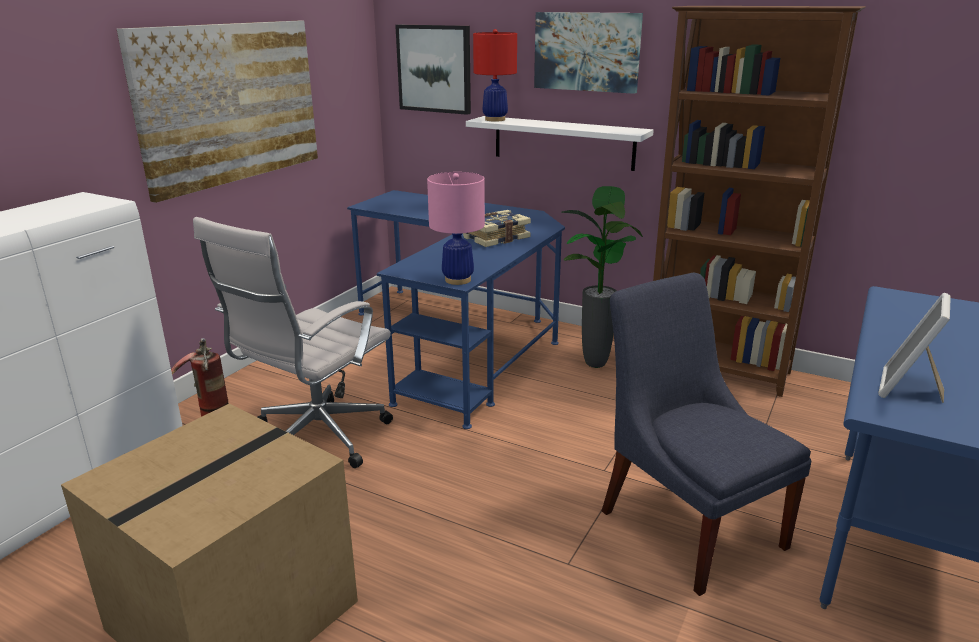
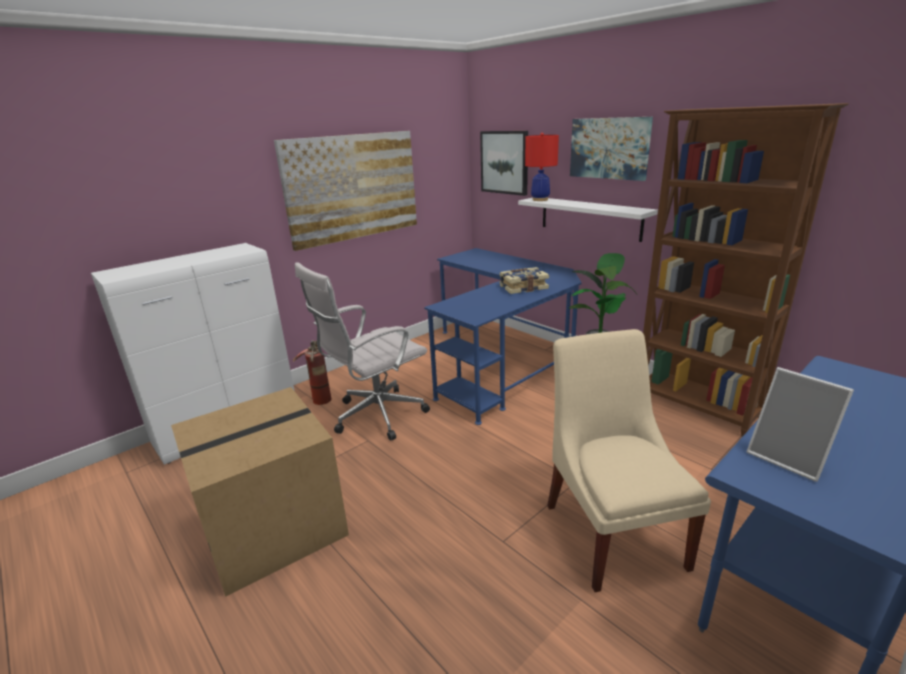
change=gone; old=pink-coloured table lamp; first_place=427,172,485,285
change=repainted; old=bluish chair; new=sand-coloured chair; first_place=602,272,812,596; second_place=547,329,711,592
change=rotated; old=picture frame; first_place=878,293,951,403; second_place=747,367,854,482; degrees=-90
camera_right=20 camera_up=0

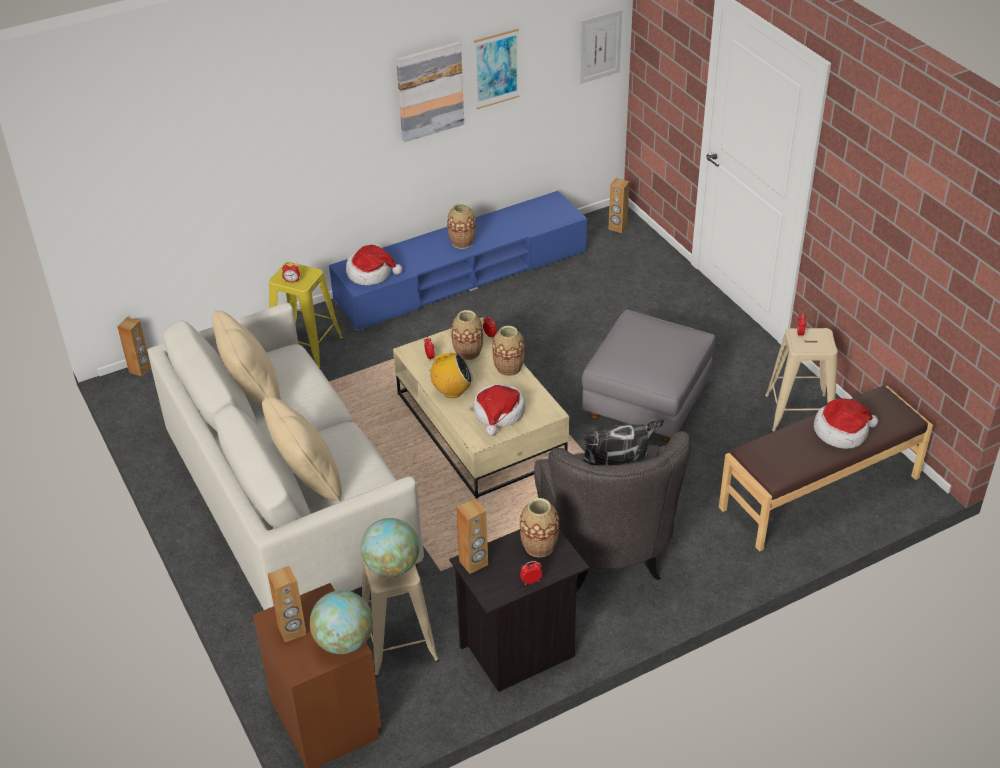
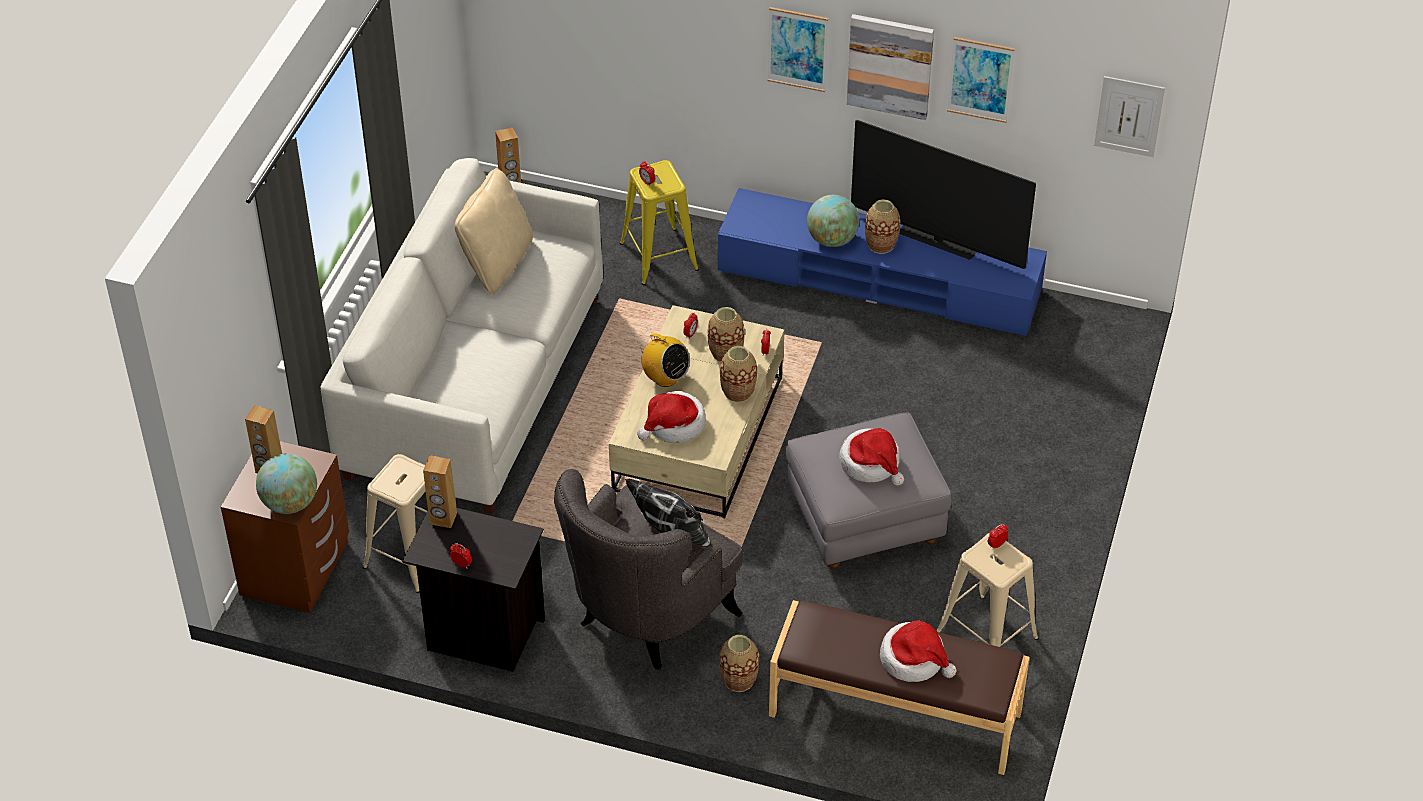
change=gone; old=sand-coloured throw pillow; first_place=262,396,342,501
change=gone; old=brown speaker; first_place=608,178,629,233
change=new; new=picture; second_place=768,7,828,92
change=new; new=TV set; second_place=851,120,1036,269
change=shifted; old=wearable hat; first_place=346,245,402,285; second_place=839,428,904,486
change=shifted; old=desk globe; first_place=361,518,420,577; second_place=807,195,859,247
change=shifted; old=vase; first_place=520,498,559,557; second_place=719,635,759,692
camera_right=45 camera_up=5

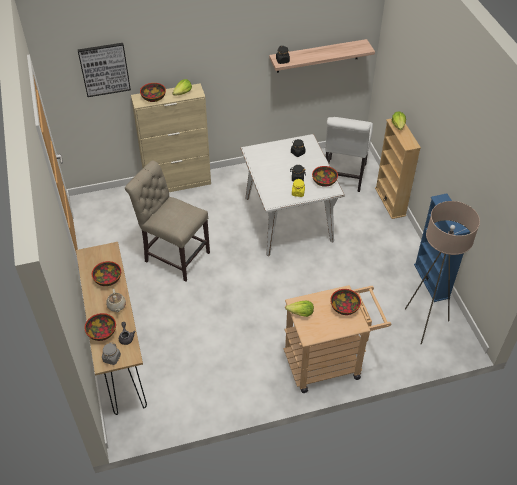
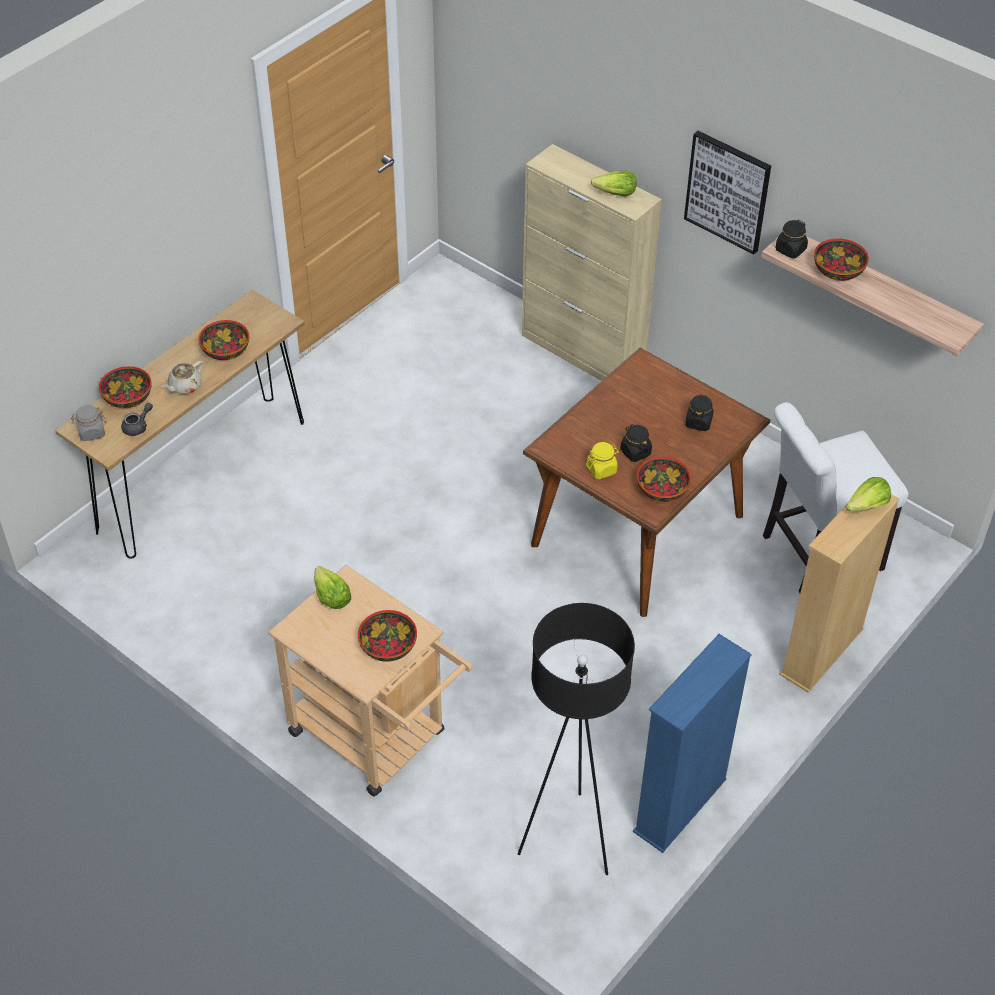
change=gone; old=sand-coloured chair; first_place=125,160,210,282
change=shifted; old=picture; first_place=78,43,131,97; second_place=684,131,771,254
change=shifted; old=serving bowl; first_place=140,83,166,102; second_place=814,239,869,281
change=repainted; old=whitish dining table; new=brown dining table; first_place=240,134,344,256; second_place=523,348,770,617
change=repainted; old=sand-coloured floor lamp; new=black floor lamp; first_place=405,201,480,345; second_place=518,603,635,875
camera_right=55 camera_up=0

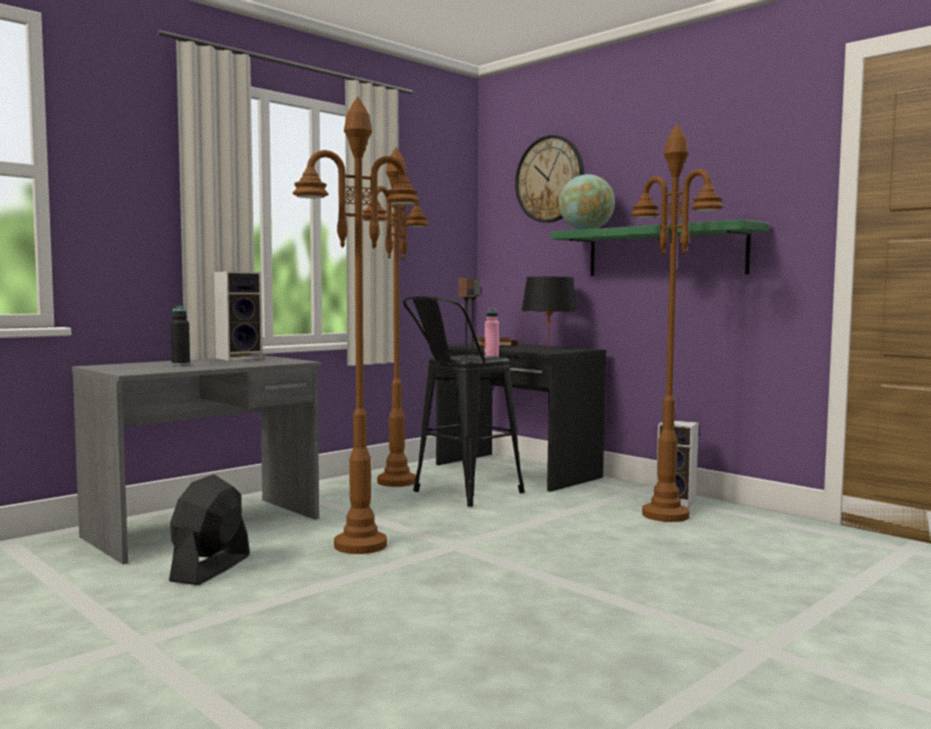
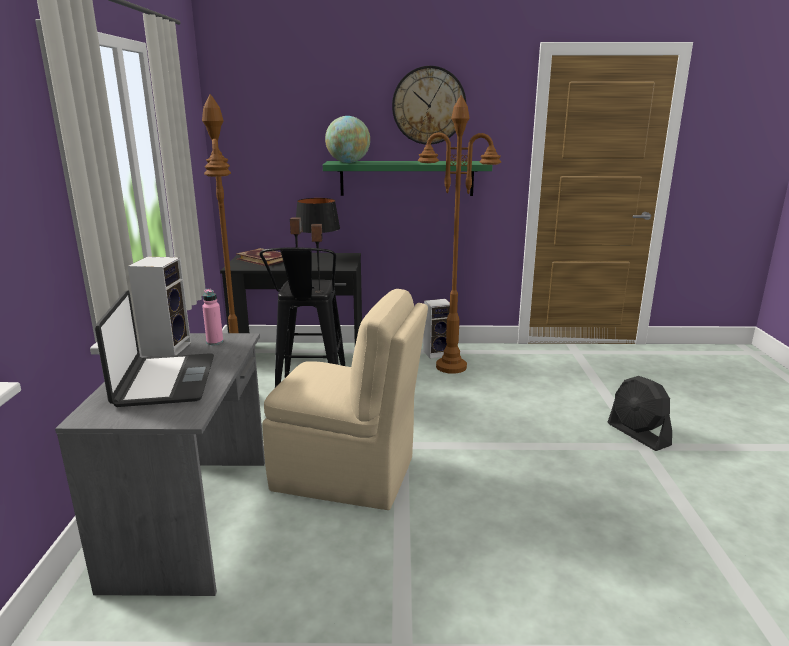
change=shifted; old=black cooling fan; first_place=169,474,250,585; second_place=608,376,672,451
change=shifted; old=pink-coloured beverage bottle; first_place=484,308,499,358; second_place=202,289,223,345
change=shifted; old=wall clock; first_place=515,135,584,223; second_place=392,66,466,144
change=swapped; old=black beverage bottle; new=notebook computer; first_place=171,306,190,366; second_place=95,290,214,407
change=swapped; old=brown floor lamp; new=sand-coloured chair; first_place=293,96,419,554; second_place=262,289,428,510
camera_right=-45 camera_up=15

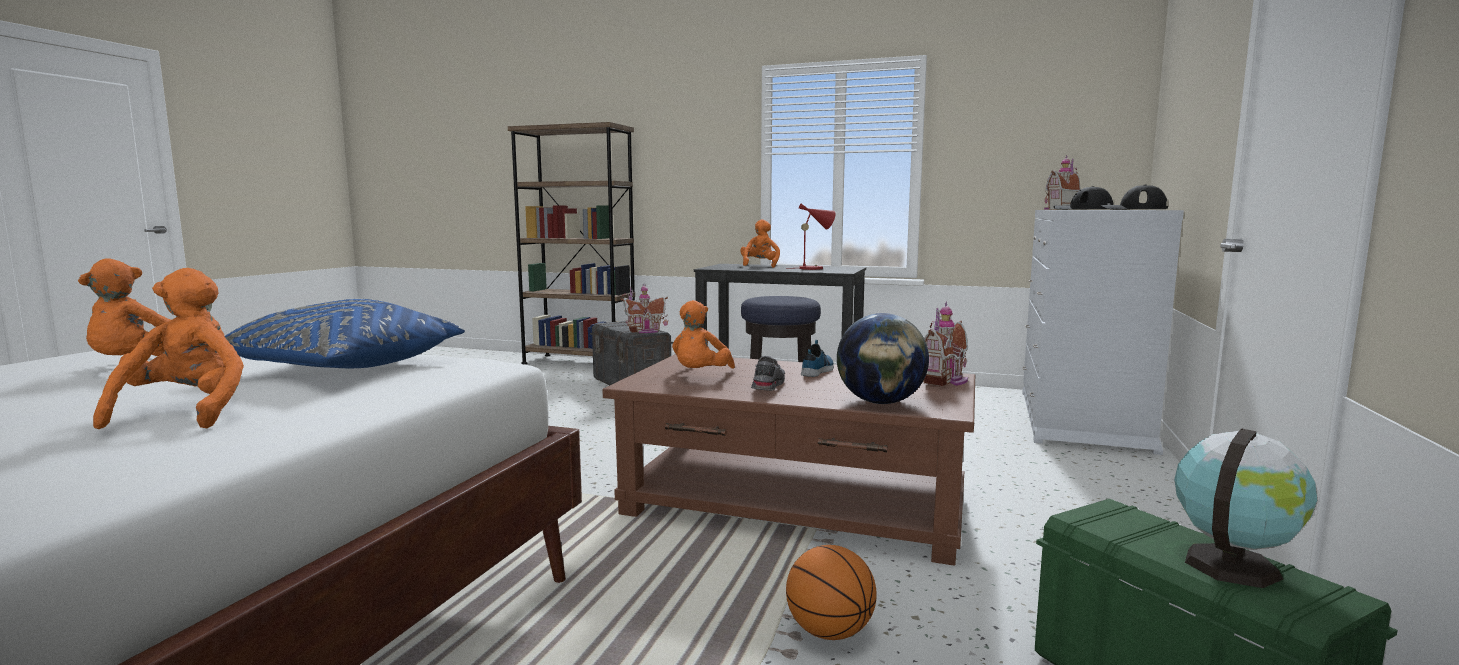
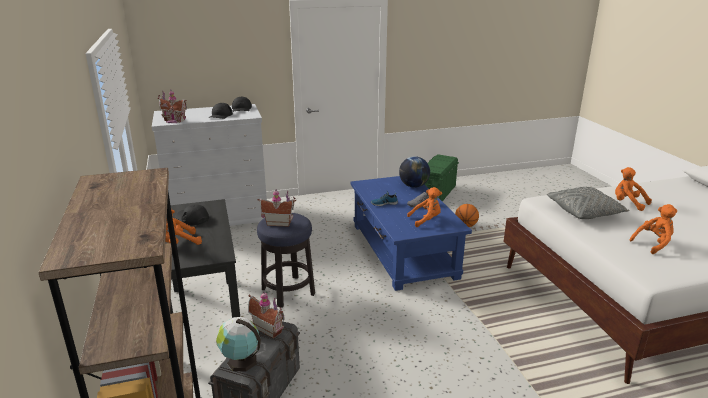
change=shifted; old=model house; first_place=924,301,968,386; second_place=258,190,296,226
change=shifted; old=desk globe; first_place=1174,429,1317,588; second_place=216,317,261,372
change=swapped; old=reddish table lamp; new=black peaked cap; first_place=786,204,836,270; second_place=175,204,209,226
change=repainted; old=bluish throw pillow; new=grey throw pillow; first_place=225,299,465,368; second_place=547,187,630,219
change=repainted; old=brown low table; new=bluish low table; first_place=603,354,975,566; second_place=350,176,472,291
change=rotated; old=orangey cuddly toy; first_place=93,268,244,429; second_place=615,167,652,211; degrees=90
camera_right=-125 camera_up=15

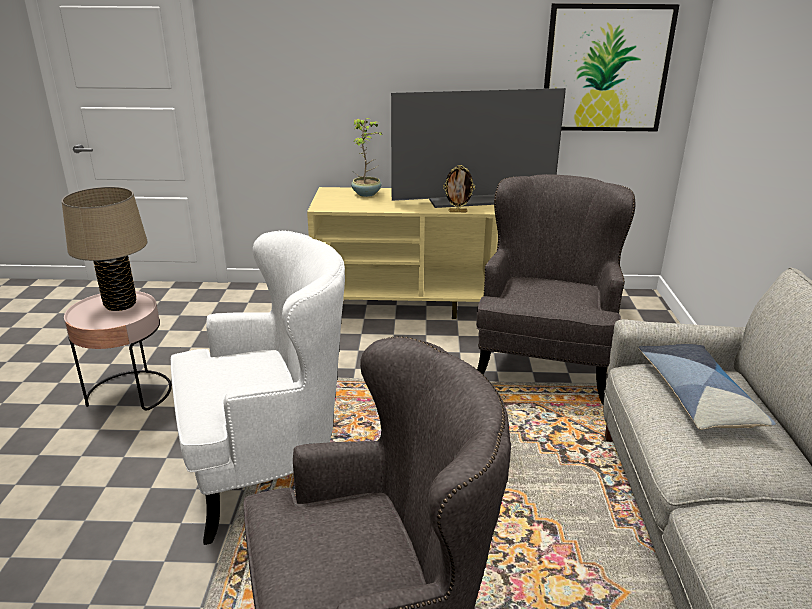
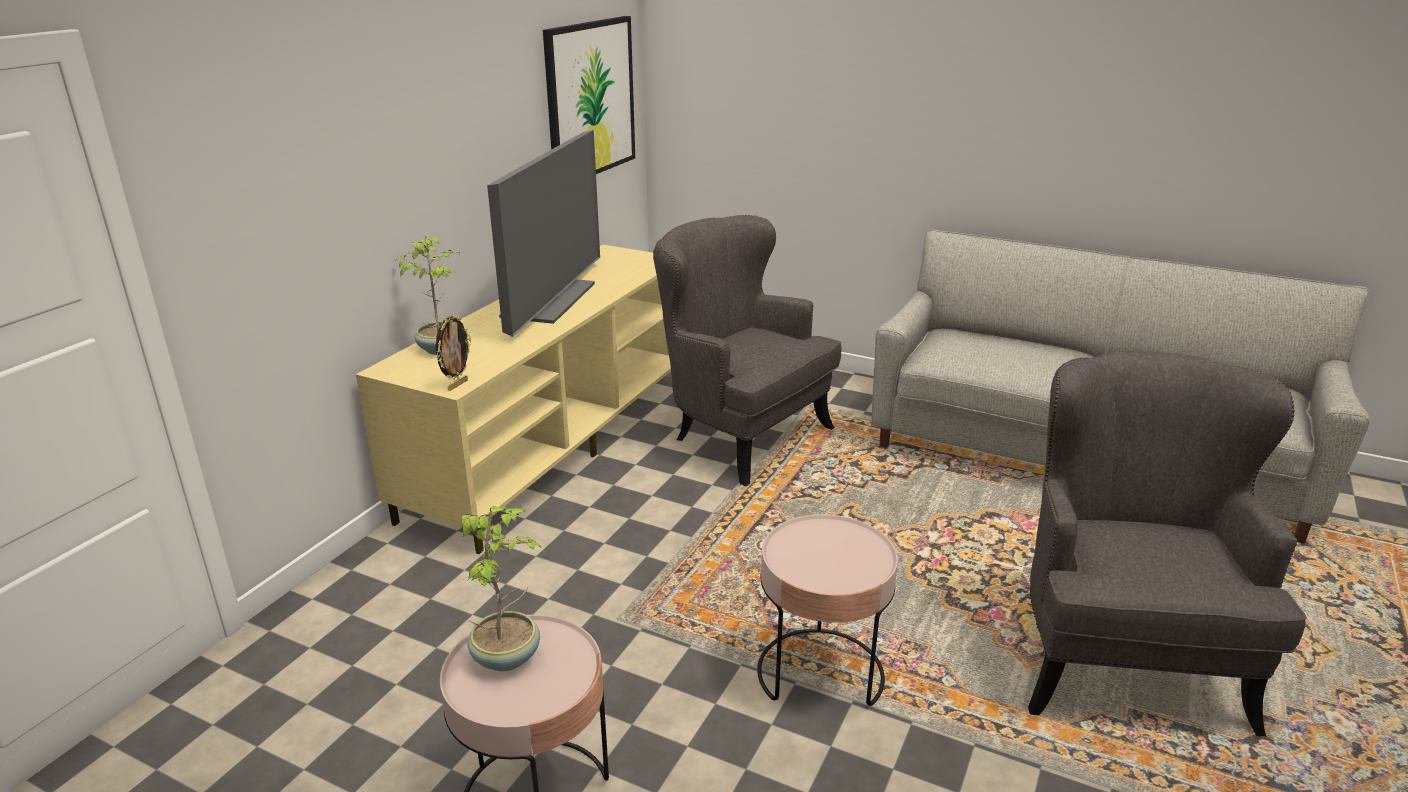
change=gone; old=throw pillow; first_place=639,344,776,430
change=shifted; old=picture frame; first_place=443,165,475,212; second_place=436,314,471,391
change=swapped; old=sand-coloured table lamp; new=houseplant; first_place=62,187,148,311; second_place=461,506,542,671
change=swapped; old=whitish armchair; new=pink-coloured accent table; first_place=171,230,345,545; second_place=757,514,898,706
camera_right=-65 camera_up=0

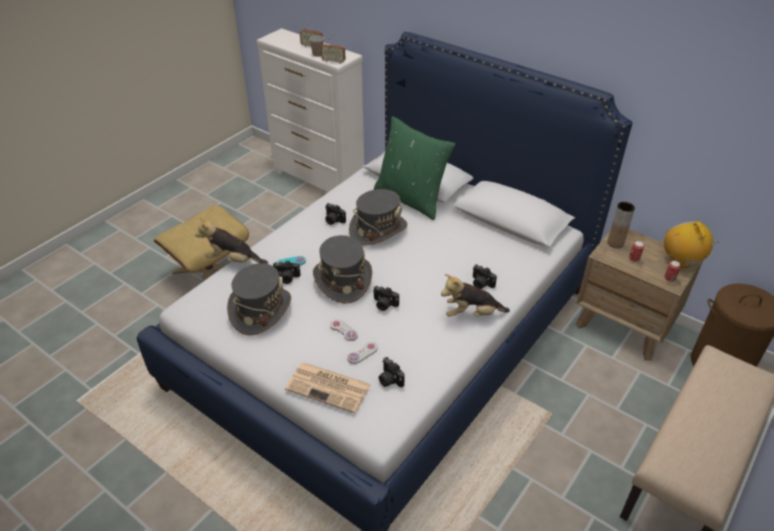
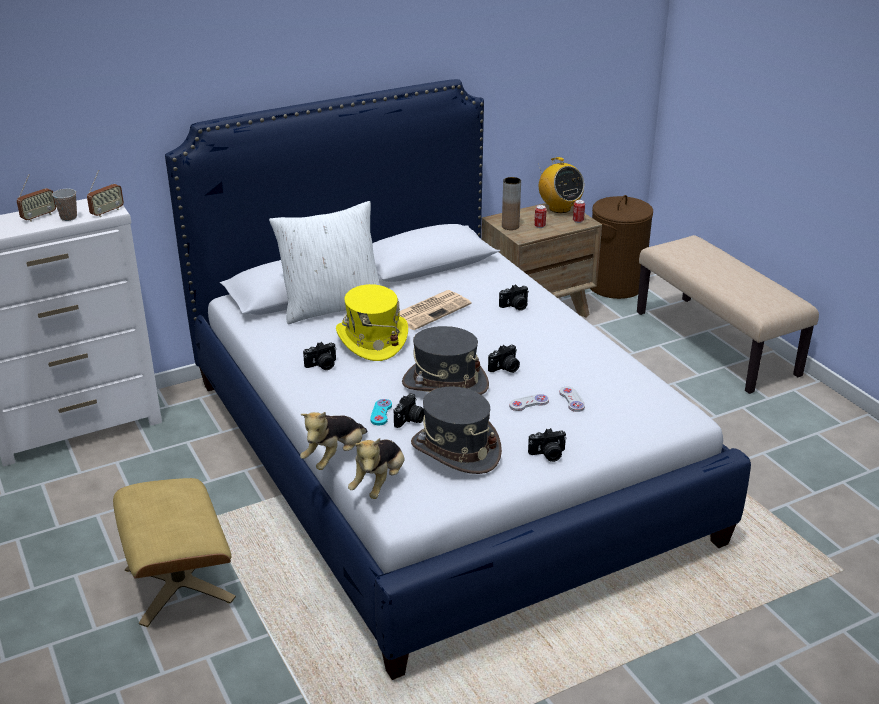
change=shifted; old=newspaper; first_place=285,363,371,413; second_place=399,290,472,330
change=shifted; old=photo camera; first_place=379,357,405,387; second_place=528,428,567,462
change=shifted; old=cuddly toy; first_place=441,274,510,317; second_place=348,438,405,499
change=repainted; old=grey wearable hat; new=yellow wearable hat; first_place=349,189,407,245; second_place=336,284,408,361
change=repainted; old=greenish throw pillow; new=whitish throw pillow; first_place=374,116,455,220; second_place=269,201,380,324
change=rotated; old=radio receiver; first_place=664,221,719,268; second_place=538,157,584,213; degrees=-135
camera_right=-65 camera_up=-10

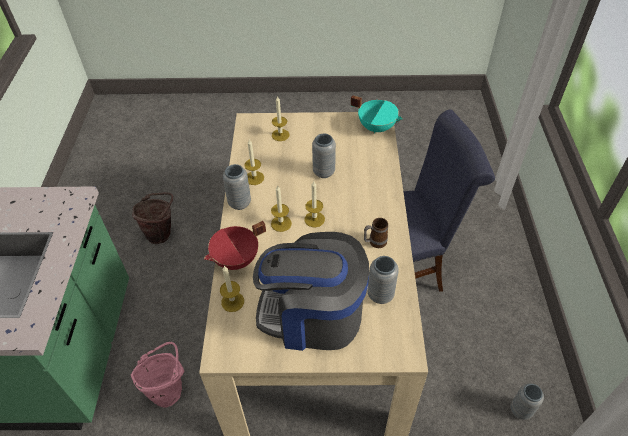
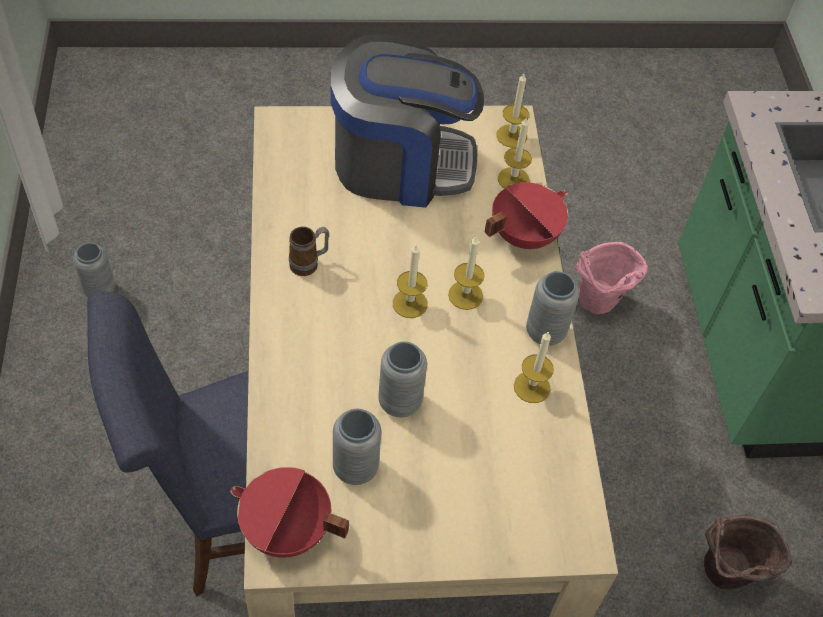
change=shifted; old=wax candle; first_place=272,96,290,141; second_place=496,74,530,148
change=shifted; old=grey vase; first_place=368,256,399,304; second_place=333,409,381,485
change=repainted; old=turquoise cooking pot; new=reddish cooking pot; first_place=351,95,403,134; second_place=230,467,349,558
camera_right=170 camera_up=5

